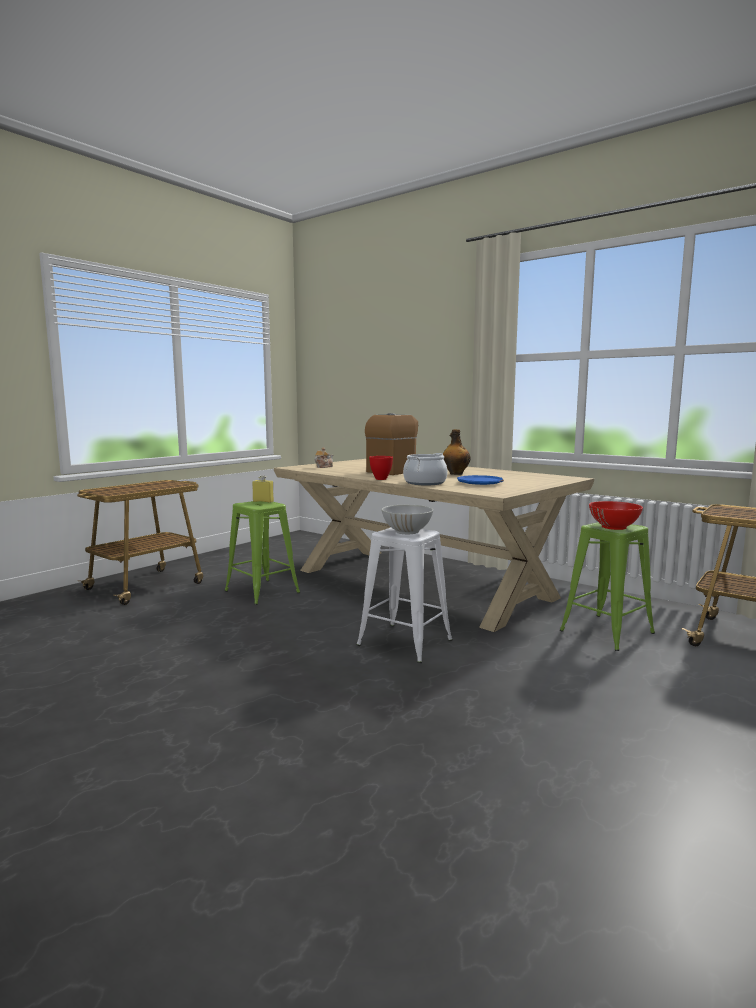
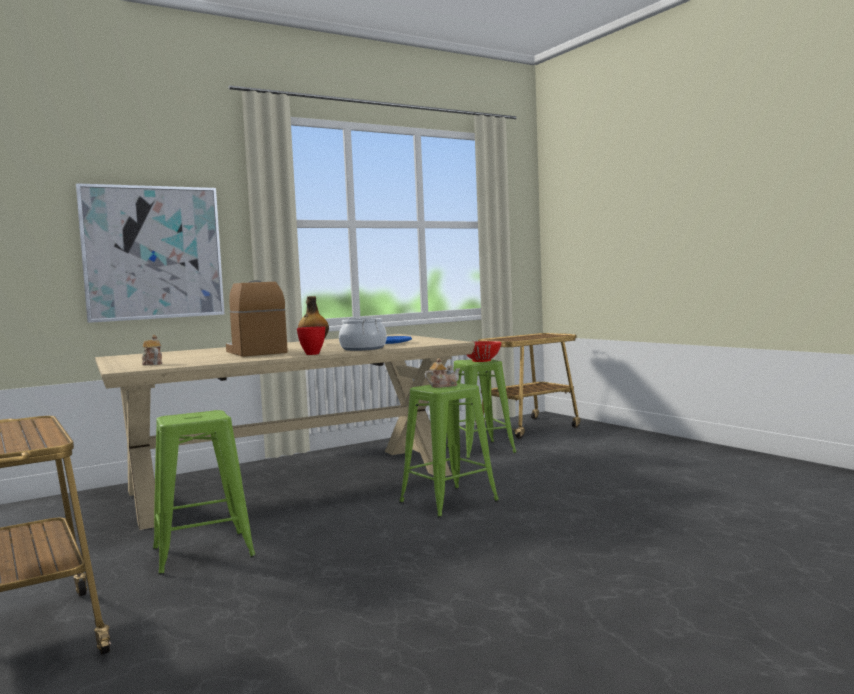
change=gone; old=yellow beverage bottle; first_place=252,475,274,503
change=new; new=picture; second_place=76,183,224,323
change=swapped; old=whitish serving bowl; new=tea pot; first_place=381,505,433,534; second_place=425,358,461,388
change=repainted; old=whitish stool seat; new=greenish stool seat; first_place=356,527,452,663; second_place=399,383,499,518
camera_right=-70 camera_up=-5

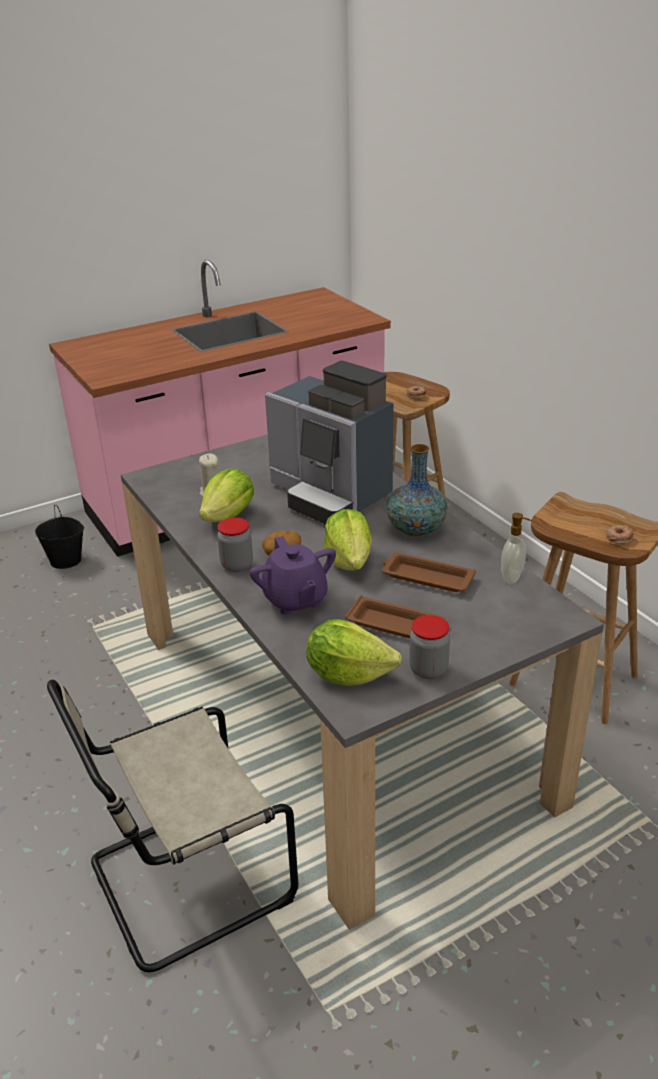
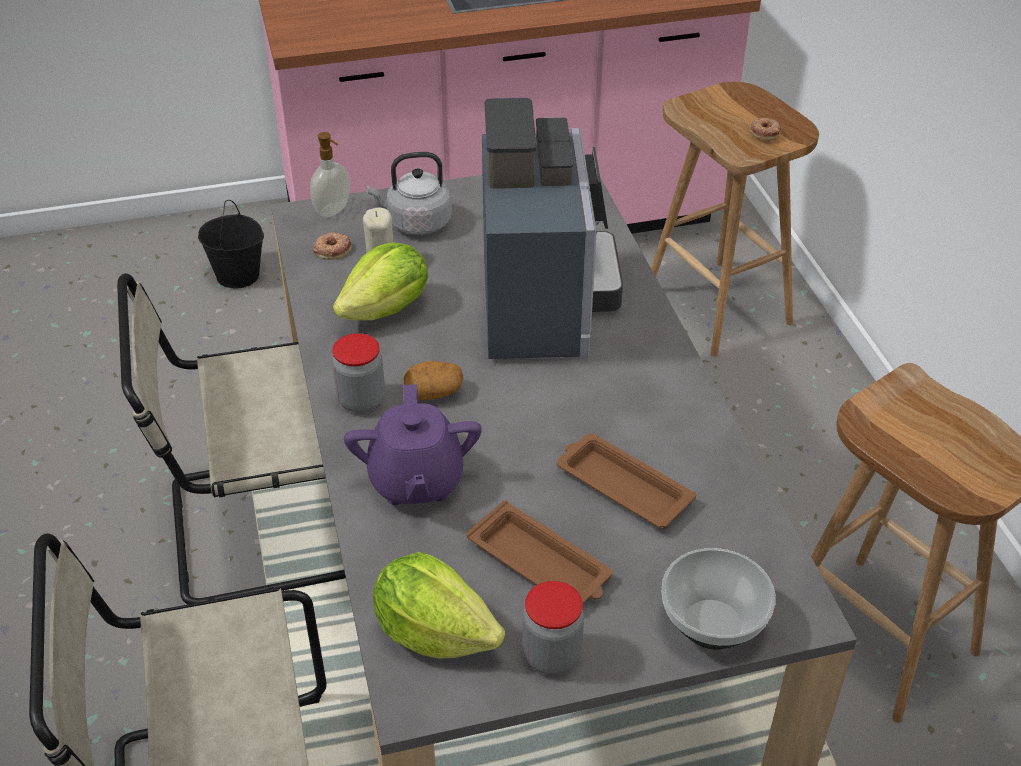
change=gone; old=head of lettuce; first_place=324,509,372,571
change=gone; old=vase; first_place=386,444,448,537
change=new; new=sand-coloured chair; second_place=117,273,346,605
change=new; new=grey kettle; second_place=366,152,452,235
change=new; new=serving bowl; second_place=662,548,776,650
change=shifted; old=liquid soap bottle; first_place=501,513,532,584; second_place=310,132,350,217
change=shifted; old=ring doughnut; first_place=606,525,633,544; second_place=313,232,351,260
change=rotated; old=coffee machine; first_place=265,361,394,524; second_place=482,98,623,359; degrees=-150
camera_right=15 camera_up=10

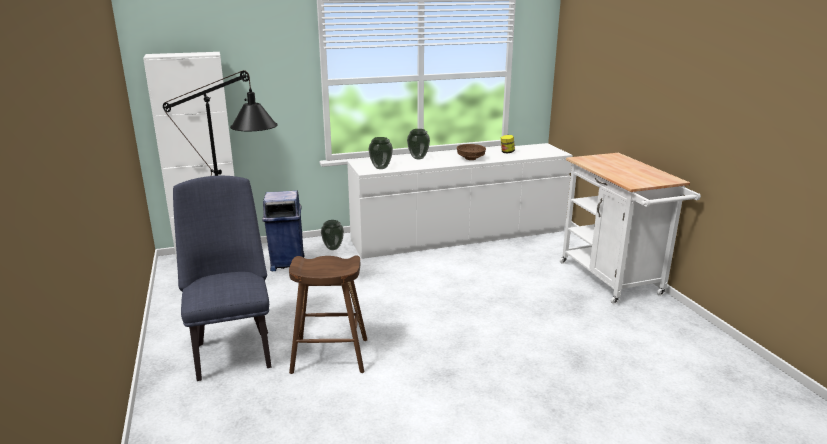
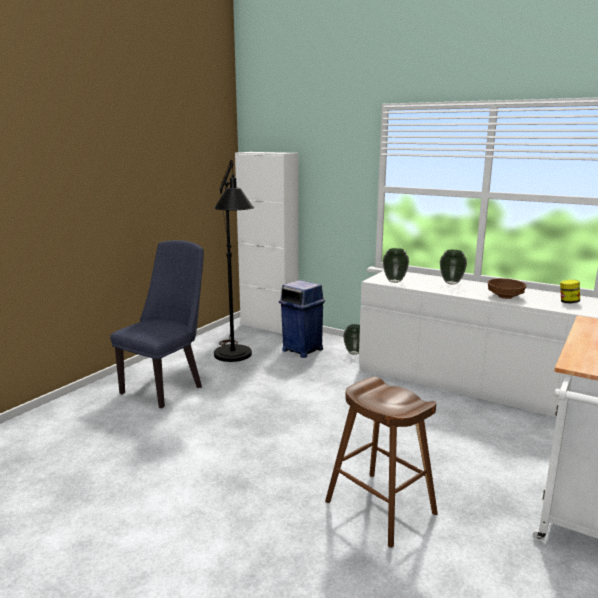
change=shifted; old=brown stool seat; first_place=289,256,367,374; second_place=325,377,438,548
camera_right=50 camera_up=-5

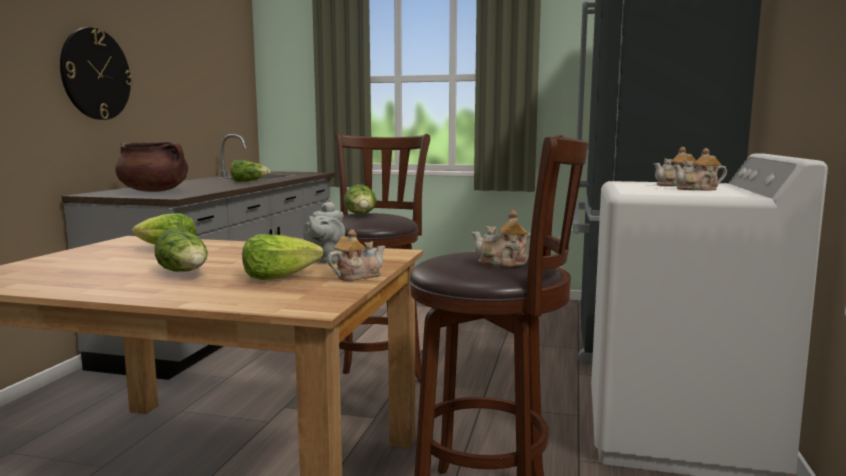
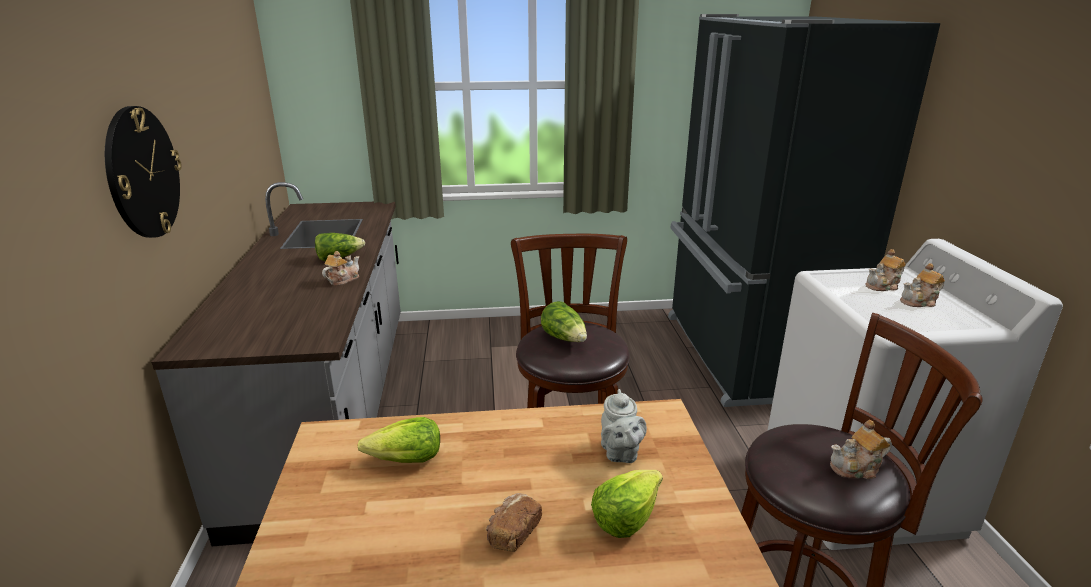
change=gone; old=brown cooking pot; first_place=115,142,188,192
change=shifted; old=tea pot; first_place=327,229,385,281; second_place=322,251,359,286
change=swapped; old=head of lettuce; new=bakery bread; first_place=155,229,208,272; second_place=486,493,542,552
camera_right=-20 camera_up=15

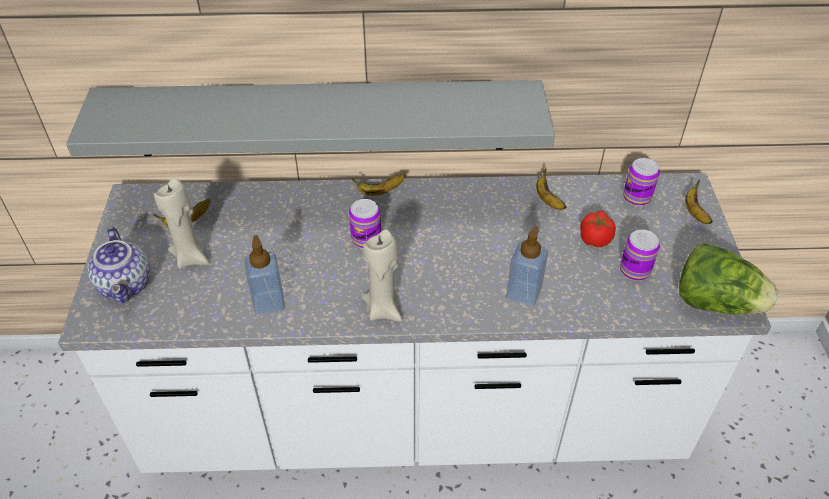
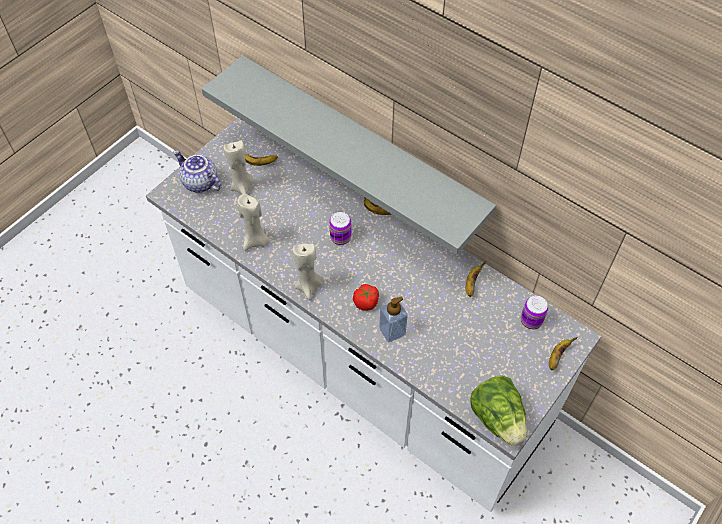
change=gone; old=sealed can; first_place=620,230,660,281
change=shifted; old=fresh tomato; first_place=580,210,616,247; second_place=353,284,379,311
change=swapped; old=liquid soap bottle; new=sand-coloured wax candle; first_place=244,235,285,315; second_place=237,194,269,251
change=rotated; old=tea pot; first_place=87,227,151,303; second_place=173,150,222,192; degrees=105
camera_right=40 camera_up=10

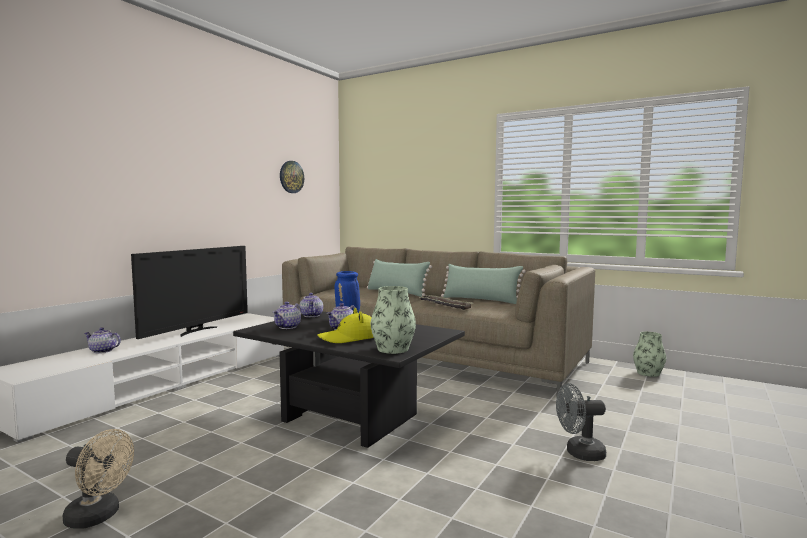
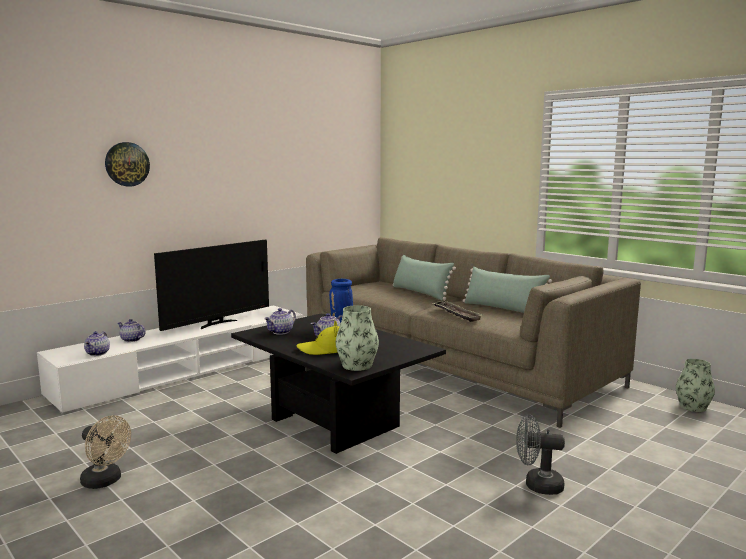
change=shifted; old=wall clock; first_place=280,161,304,193; second_place=105,142,150,187
change=shifted; old=tea pot; first_place=300,293,323,317; second_place=84,331,110,356
camera_right=15 camera_up=5

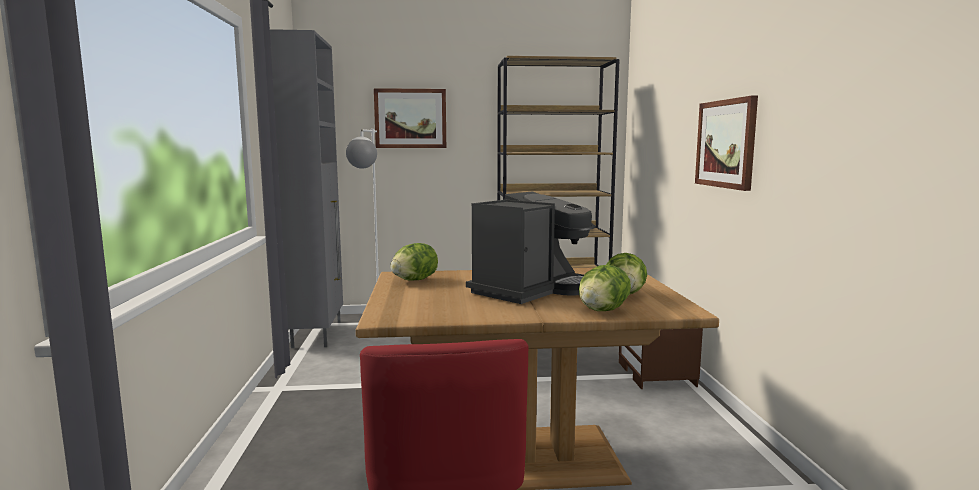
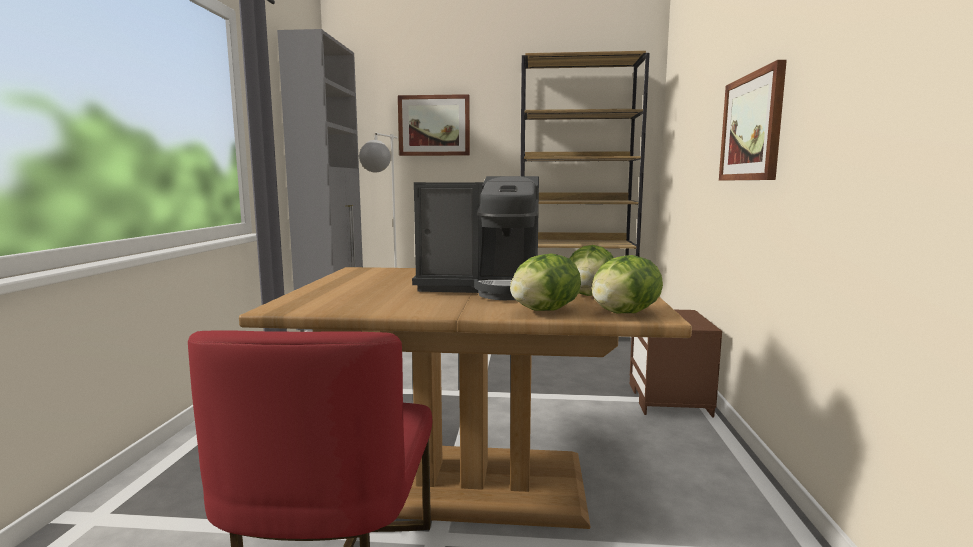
change=shifted; old=head of lettuce; first_place=390,243,438,281; second_place=591,255,663,313
change=rotated; old=coffee machine; first_place=466,191,596,304; second_place=412,176,539,300; degrees=45
camera_right=10 camera_up=0

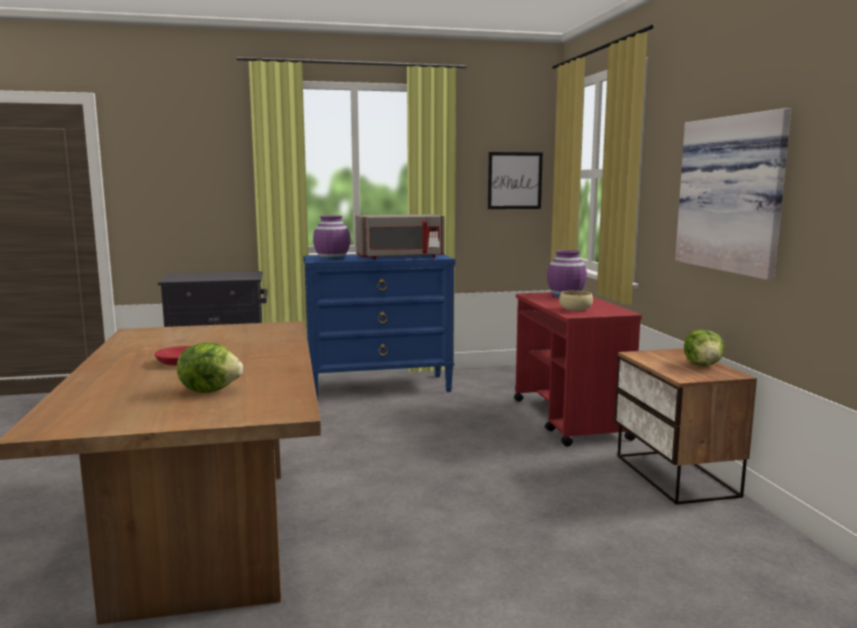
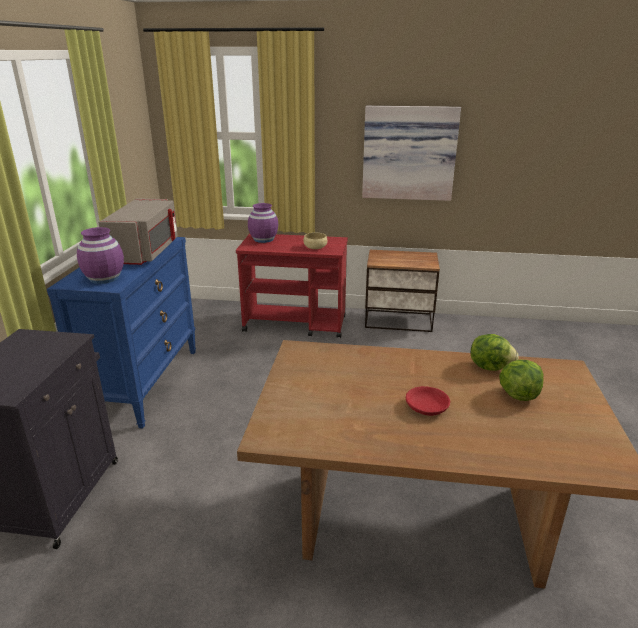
change=gone; old=picture; first_place=488,152,543,209
change=shifted; old=head of lettuce; first_place=684,330,725,366; second_place=471,334,519,371
camera_right=-70 camera_up=15

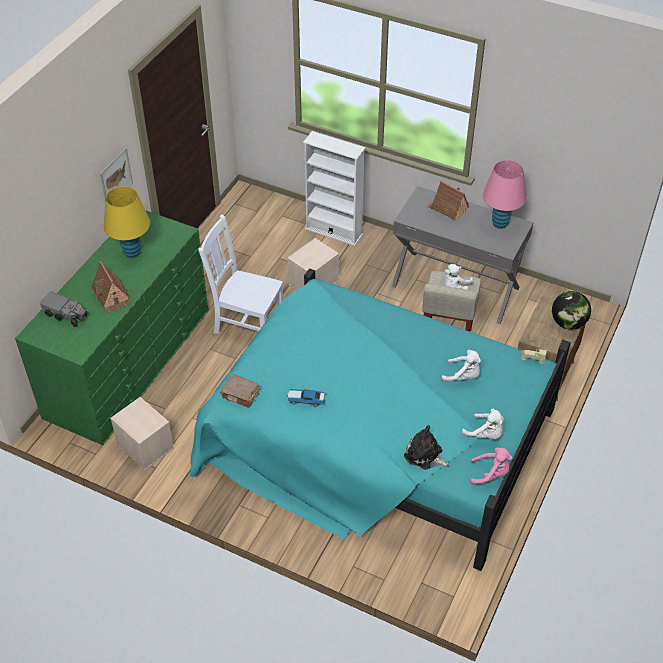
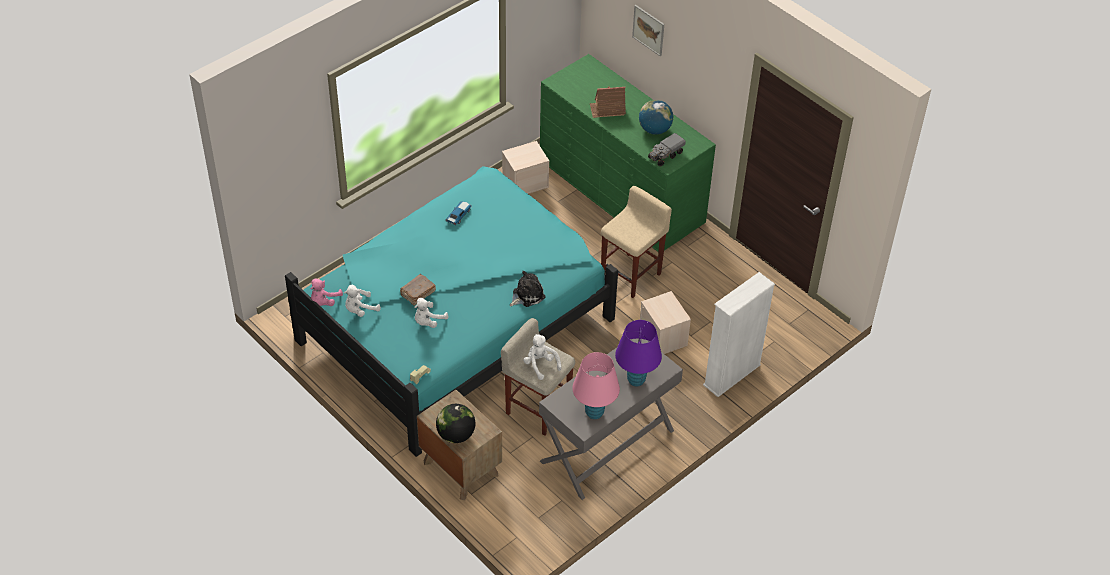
change=shifted; old=toy truck; first_place=40,291,87,327; second_place=648,133,686,166
change=shifted; old=picture; first_place=100,148,133,200; second_place=632,5,664,56
change=shifted; old=brown volume; first_place=220,374,260,408; second_place=400,274,436,306
change=shifted; old=cuddly toy; first_place=404,425,450,470; second_place=510,271,546,307
change=swapped; old=yellow table lamp; new=desk globe; first_place=104,186,150,258; second_place=639,100,673,135
change=swapped; old=whitish chair; new=sand-coloured stool seat; first_place=198,214,283,334; second_place=601,186,672,298
change=swapped; old=model house; new=purple-coloured table lamp; first_place=427,181,469,221; second_place=615,320,662,387
camera_right=110 camera_up=0

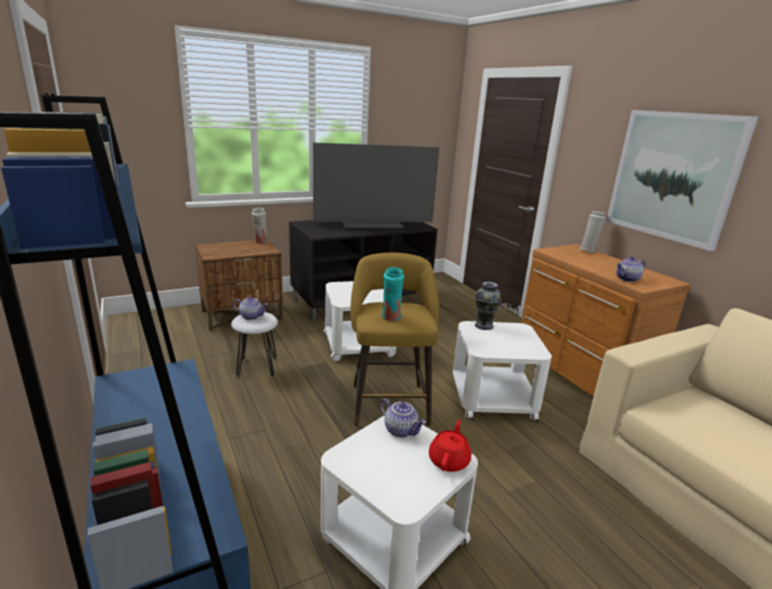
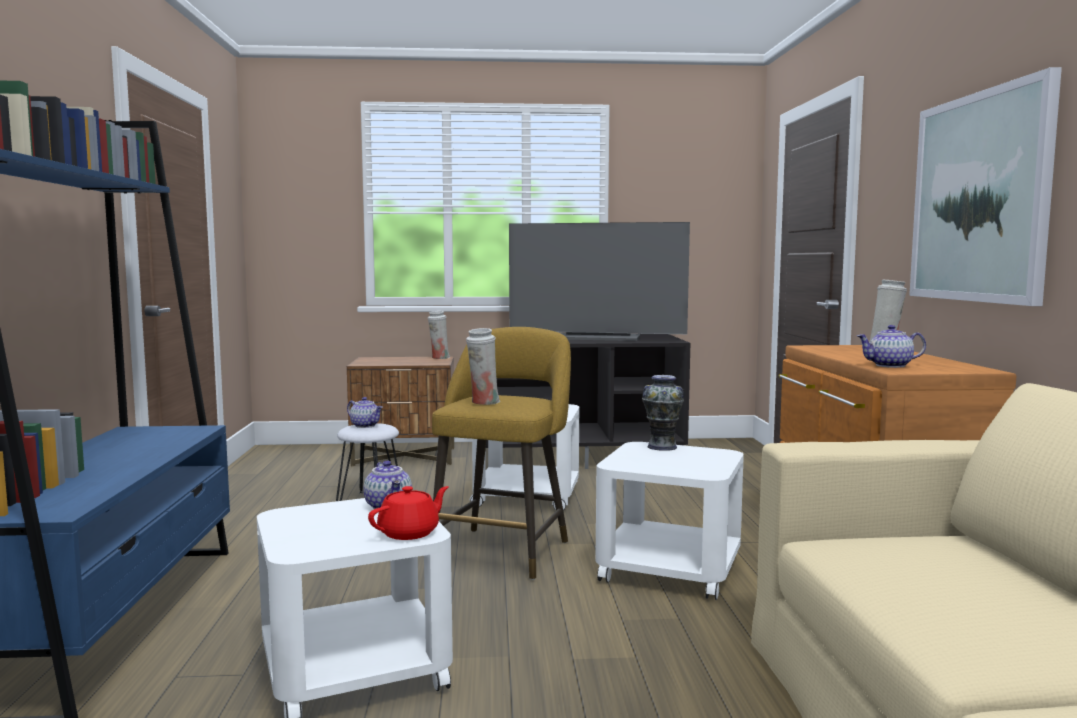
change=repainted; old=turquoise vase; new=whitish vase; first_place=382,267,404,321; second_place=466,328,500,405
camera_right=25 camera_up=-15

